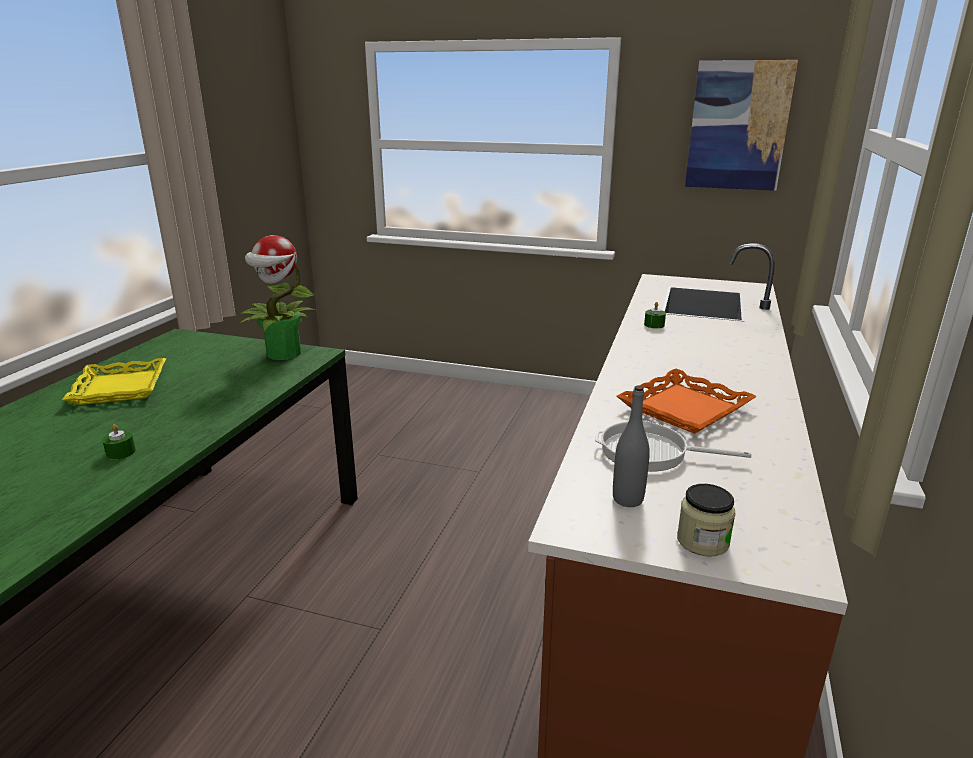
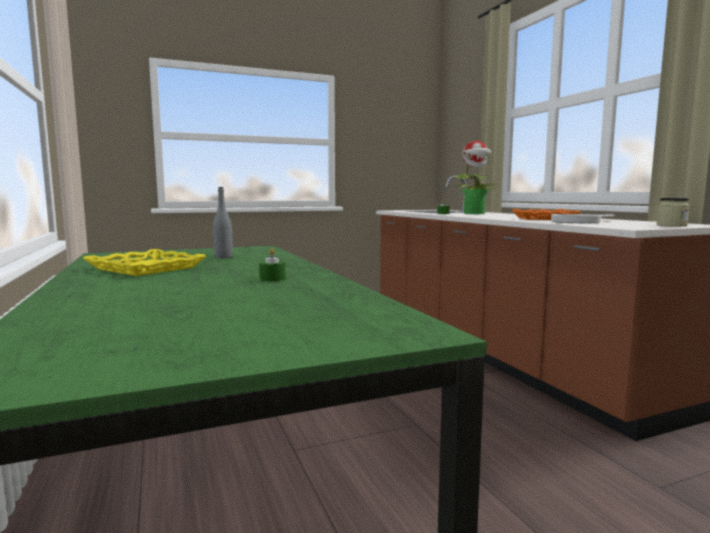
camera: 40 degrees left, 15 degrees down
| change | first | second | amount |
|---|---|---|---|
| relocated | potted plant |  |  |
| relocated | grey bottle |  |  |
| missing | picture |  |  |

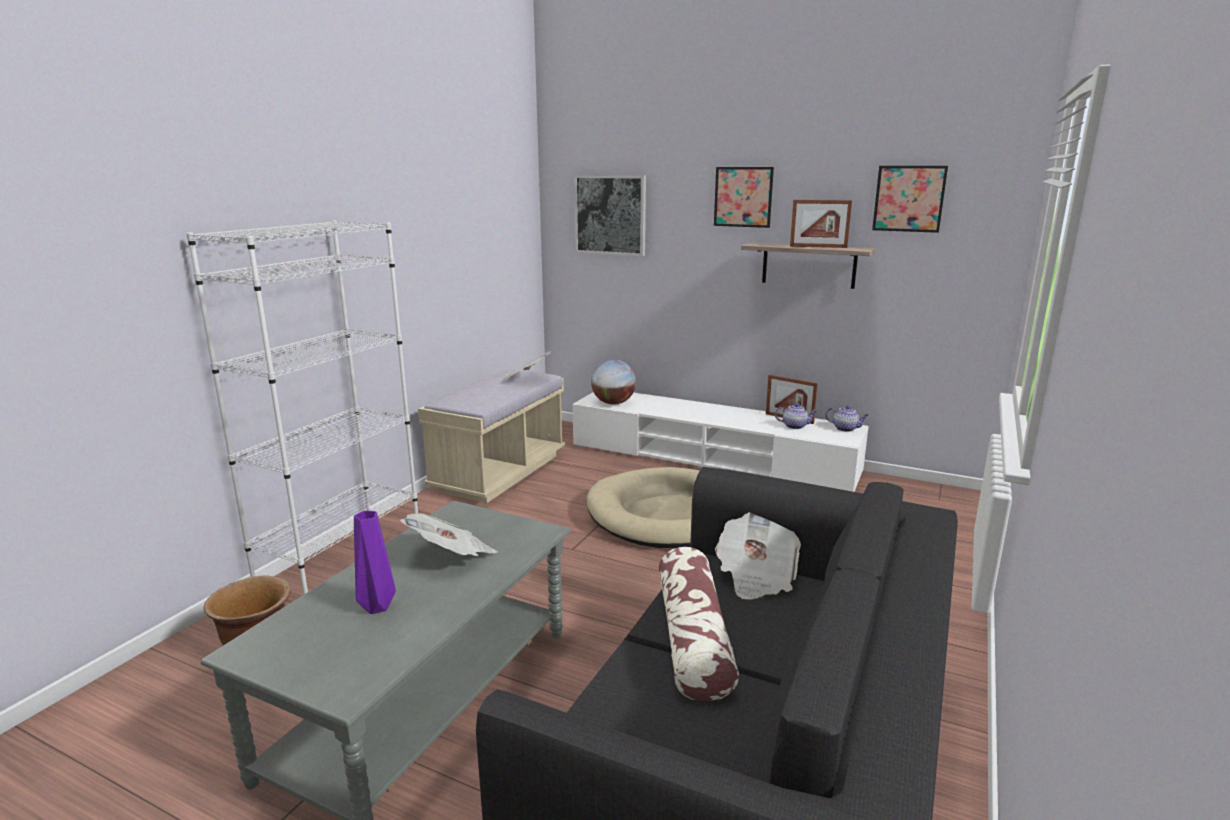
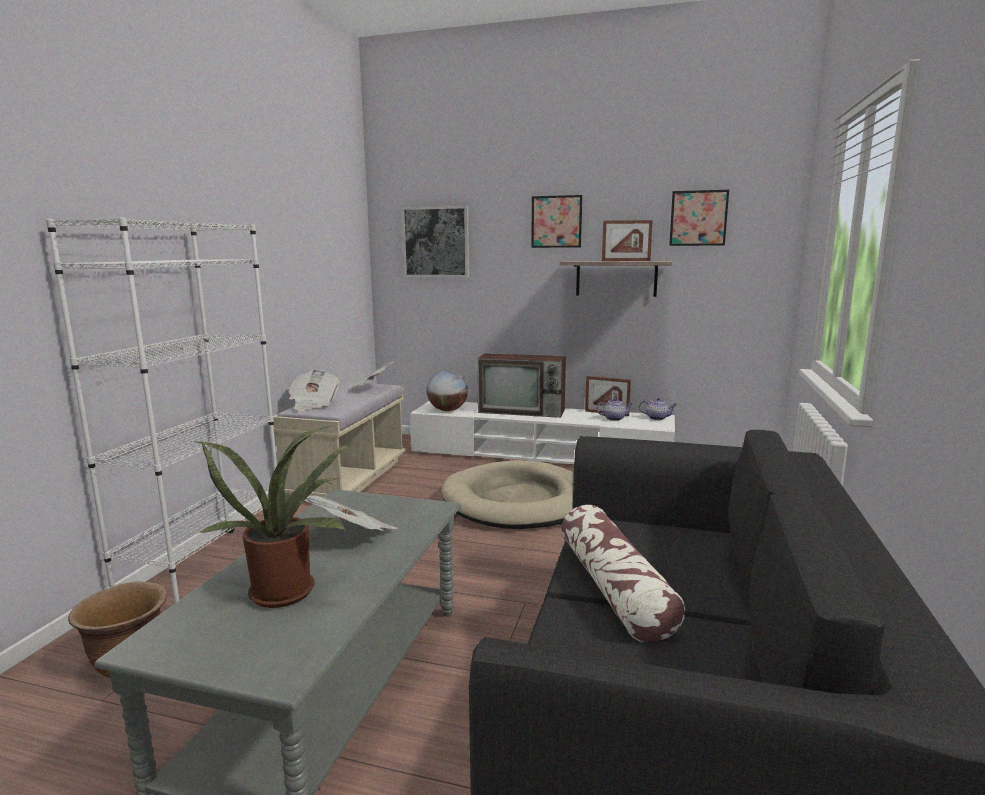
camera: 10 degrees left, 5 degrees down
| change | first | second | amount |
|---|---|---|---|
| exchanged | purple vase | potted plant |  |
| relocated | newspaper (no. 3 from left in the first image) | newspaper (no. 1 from left) |  |
| appeared |  | television |  |

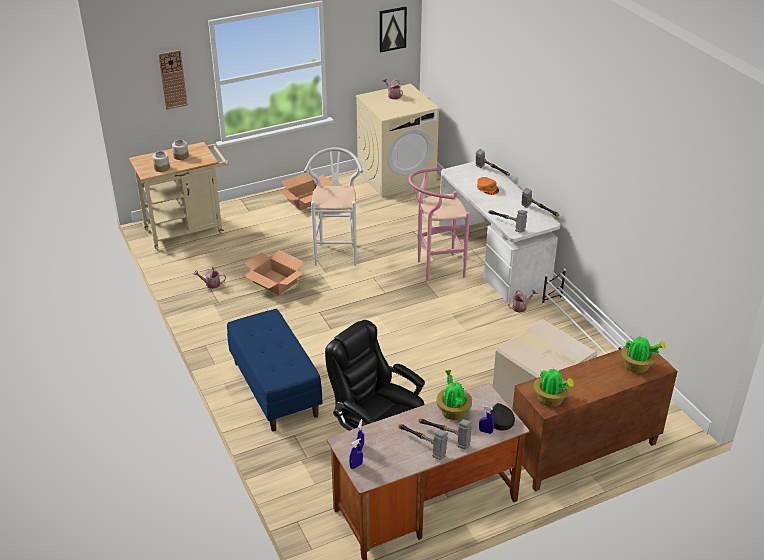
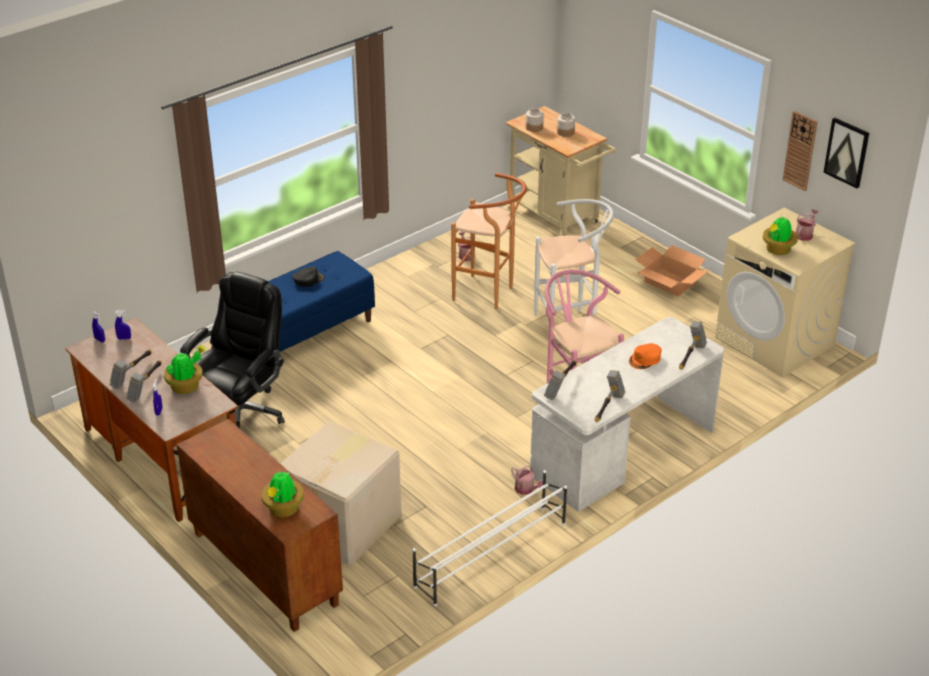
camera: 75 degrees right, 0 degrees up
| change | first | second | amount |
|---|---|---|---|
| relocated | wall clock |  |  |
| exchanged | cardboard box (no. 1 from left) | brown stool |  |
| relocated | black cap |  |  |
| relocated | potted plant (no. 2 from left in the first image) | potted plant (no. 3 from left) |  |

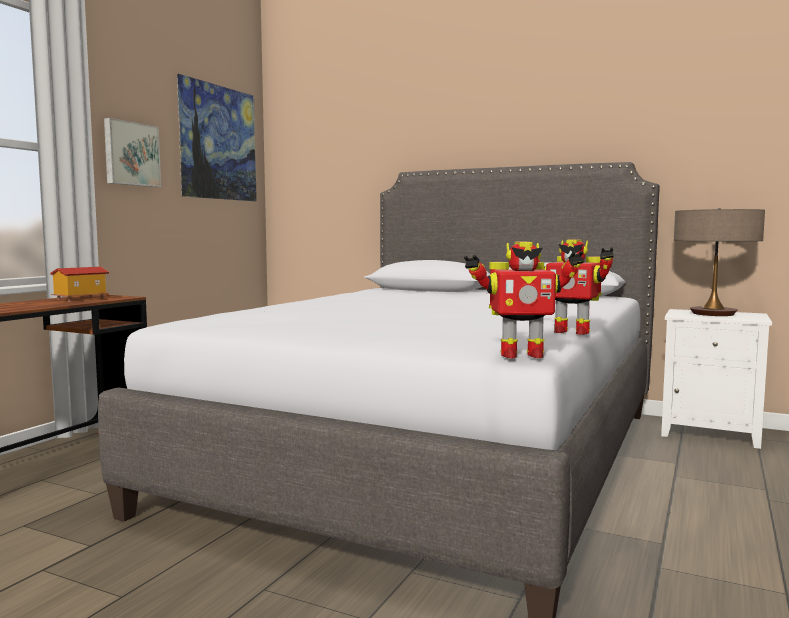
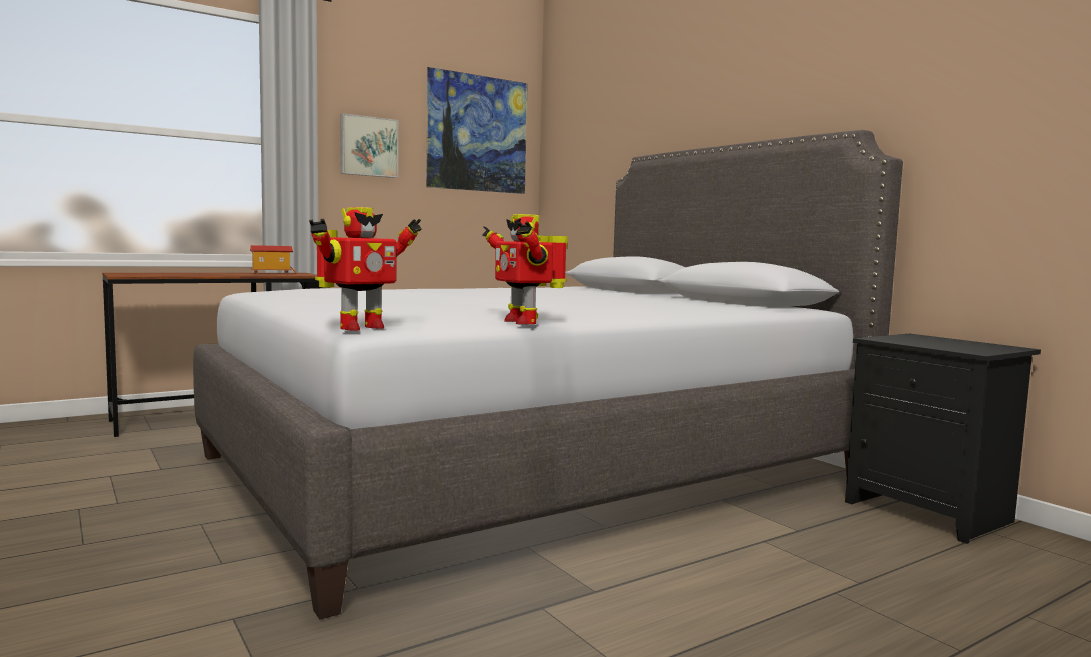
camera: 30 degrees right, 0 degrees up
| change | first | second | amount |
|---|---|---|---|
| spun | toy robot (no. 1 from left) |  | 75 degrees counterclockwise |
| colour | white nightstand | black nightstand |  |
| missing | table lamp |  |  |

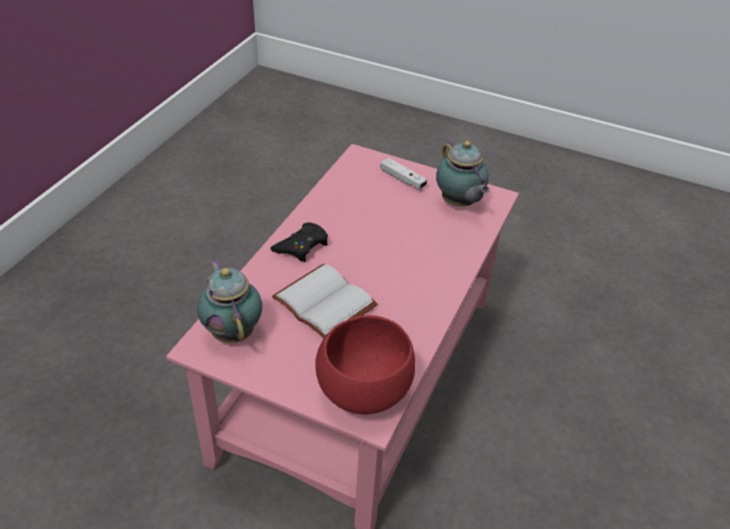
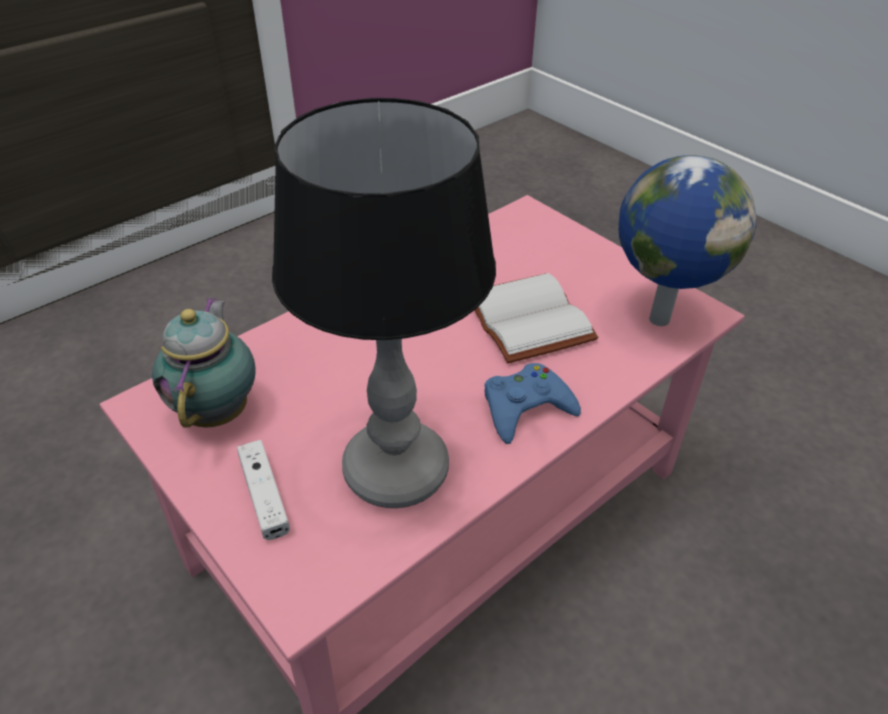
camera: 155 degrees left, 0 degrees up
| change | first | second | amount |
|---|---|---|---|
| exchanged | teapot (no. 1 from left) | globe |  |
| colour | black game controller | blue game controller |  |
| missing | red bowl |  |  |
| appeared |  | table lamp |  |

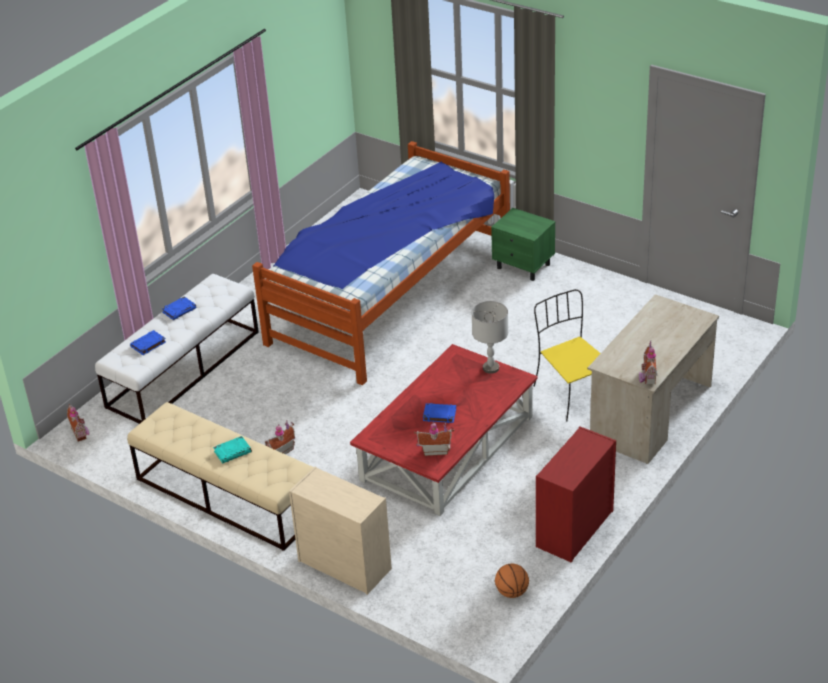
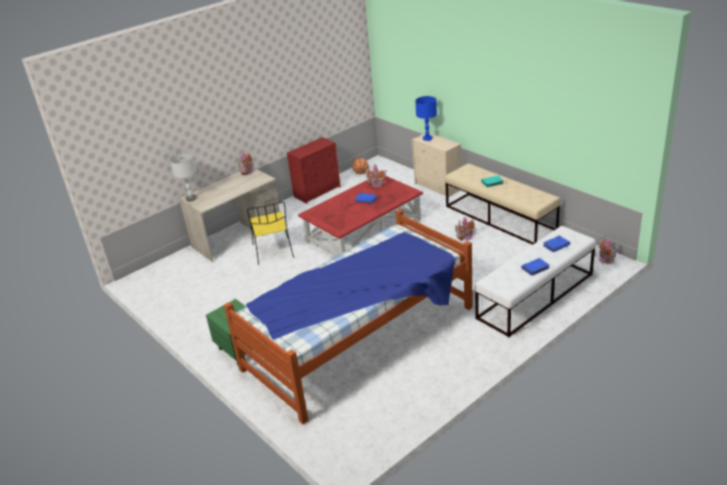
camera: 165 degrees left, 5 degrees down
| change | first | second | amount |
|---|---|---|---|
| relocated | grey table lamp |  |  |
| appeared |  | blue table lamp |  |

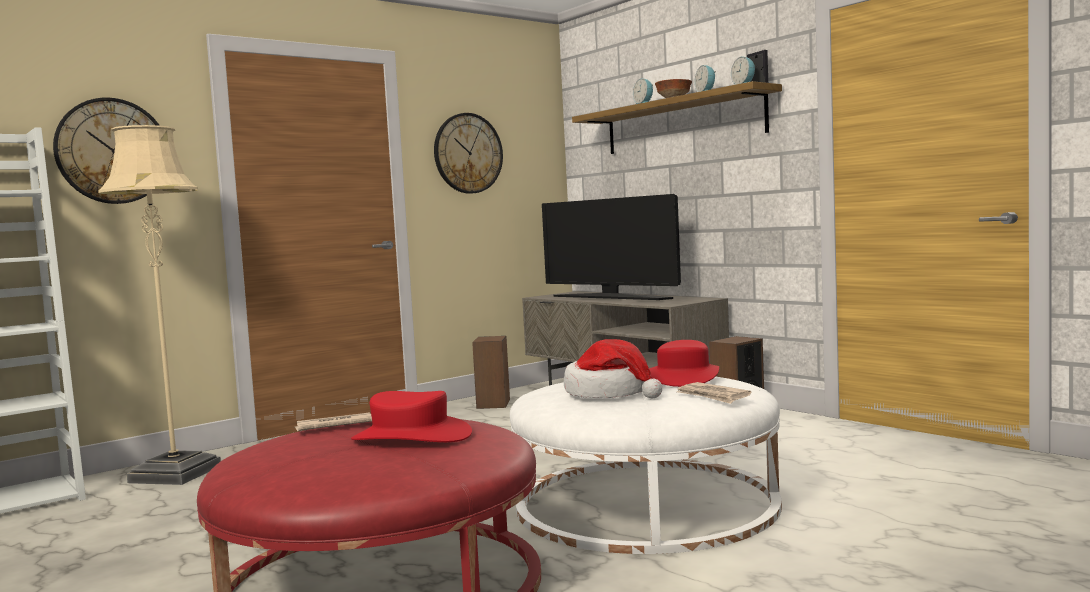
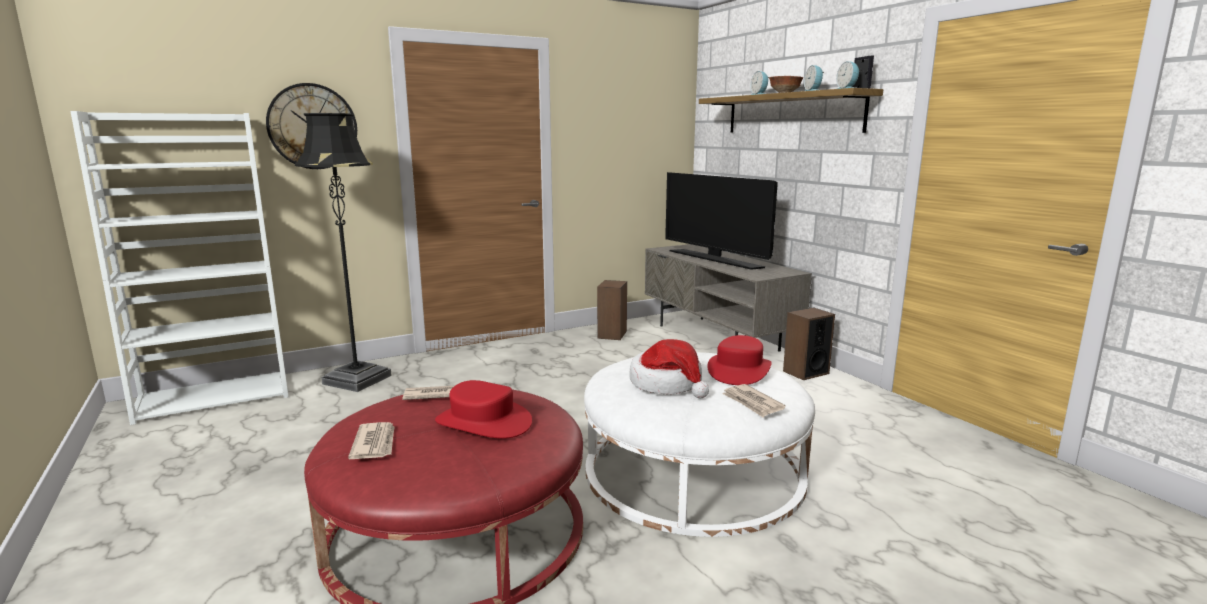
camera: 10 degrees right, 10 degrees up
| change | first | second | amount |
|---|---|---|---|
| colour | beige floor lamp | black floor lamp |  |
| missing | wall clock (no. 2 from left) |  |  |
| appeared |  | newspaper (no. 1 from left) |  |

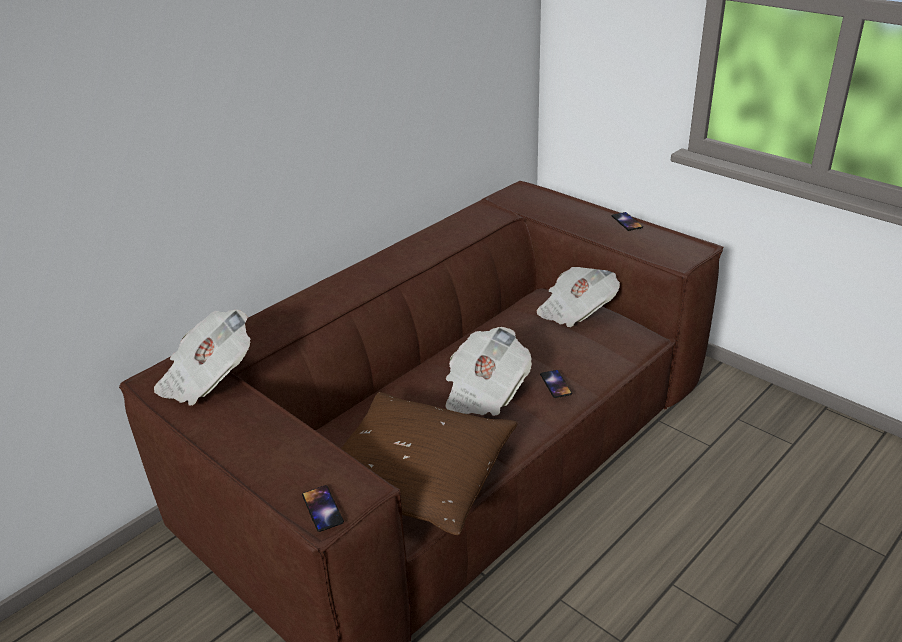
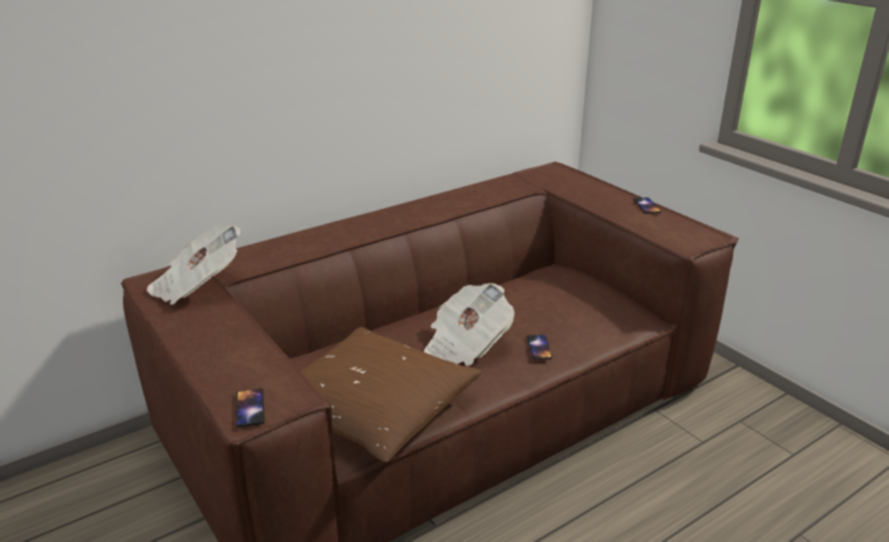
camera: 10 degrees right, 5 degrees down
| change | first | second | amount |
|---|---|---|---|
| missing | newspaper (no. 3 from left) |  |  |

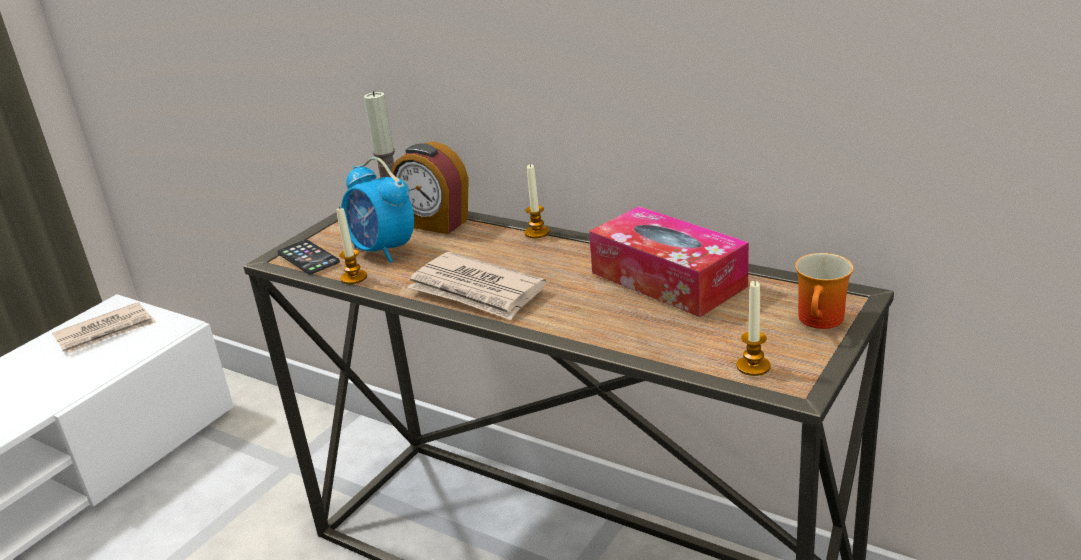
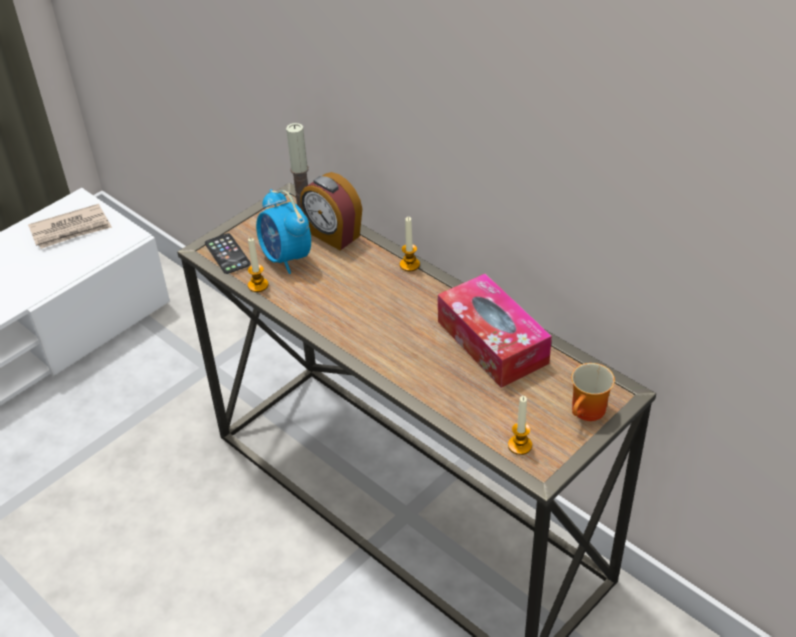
camera: 10 degrees right, 15 degrees up
| change | first | second | amount |
|---|---|---|---|
| missing | newspaper (no. 2 from left) |  |  |

